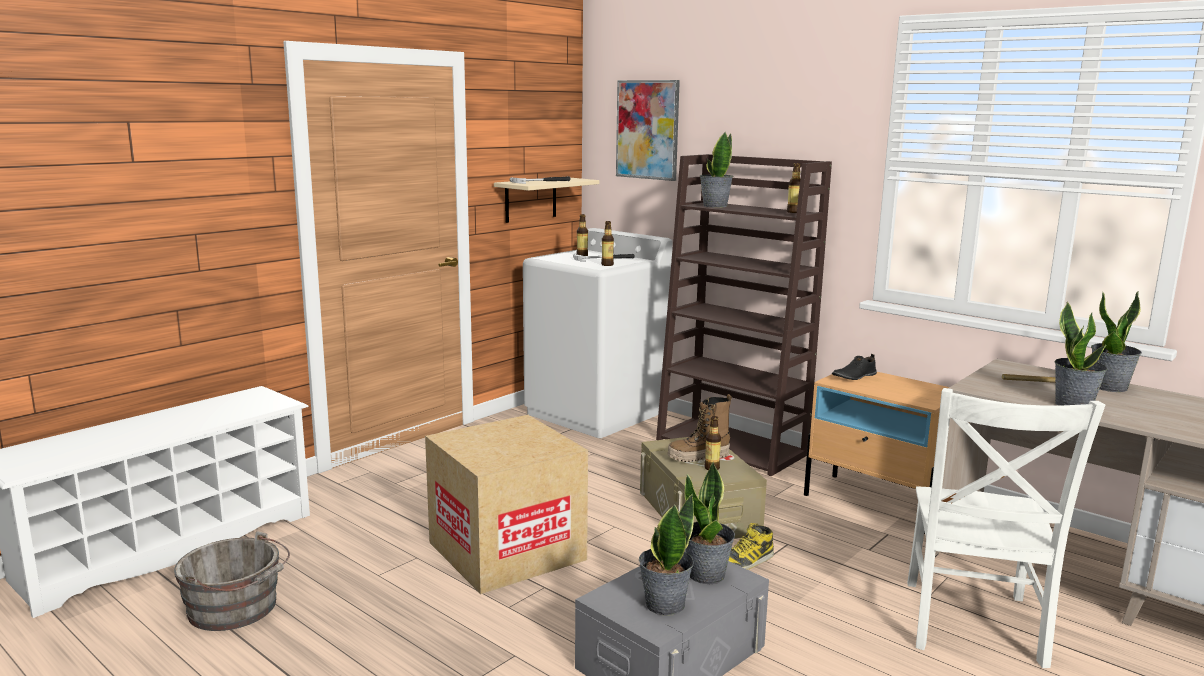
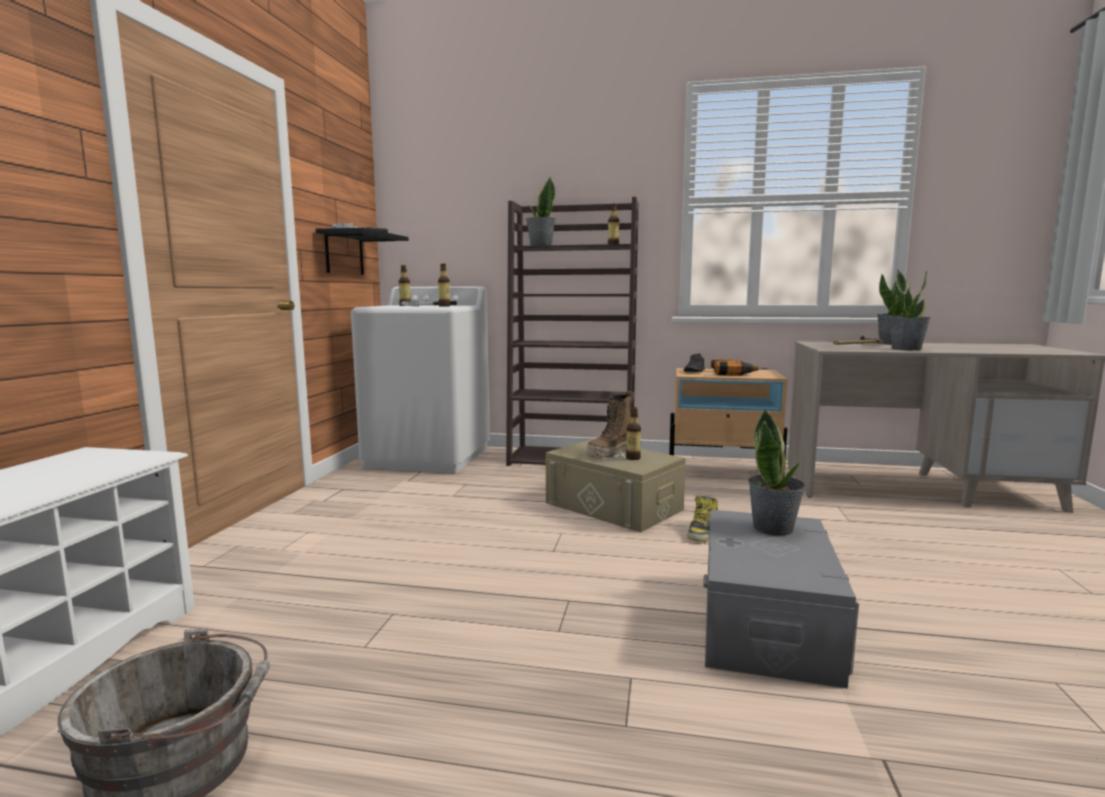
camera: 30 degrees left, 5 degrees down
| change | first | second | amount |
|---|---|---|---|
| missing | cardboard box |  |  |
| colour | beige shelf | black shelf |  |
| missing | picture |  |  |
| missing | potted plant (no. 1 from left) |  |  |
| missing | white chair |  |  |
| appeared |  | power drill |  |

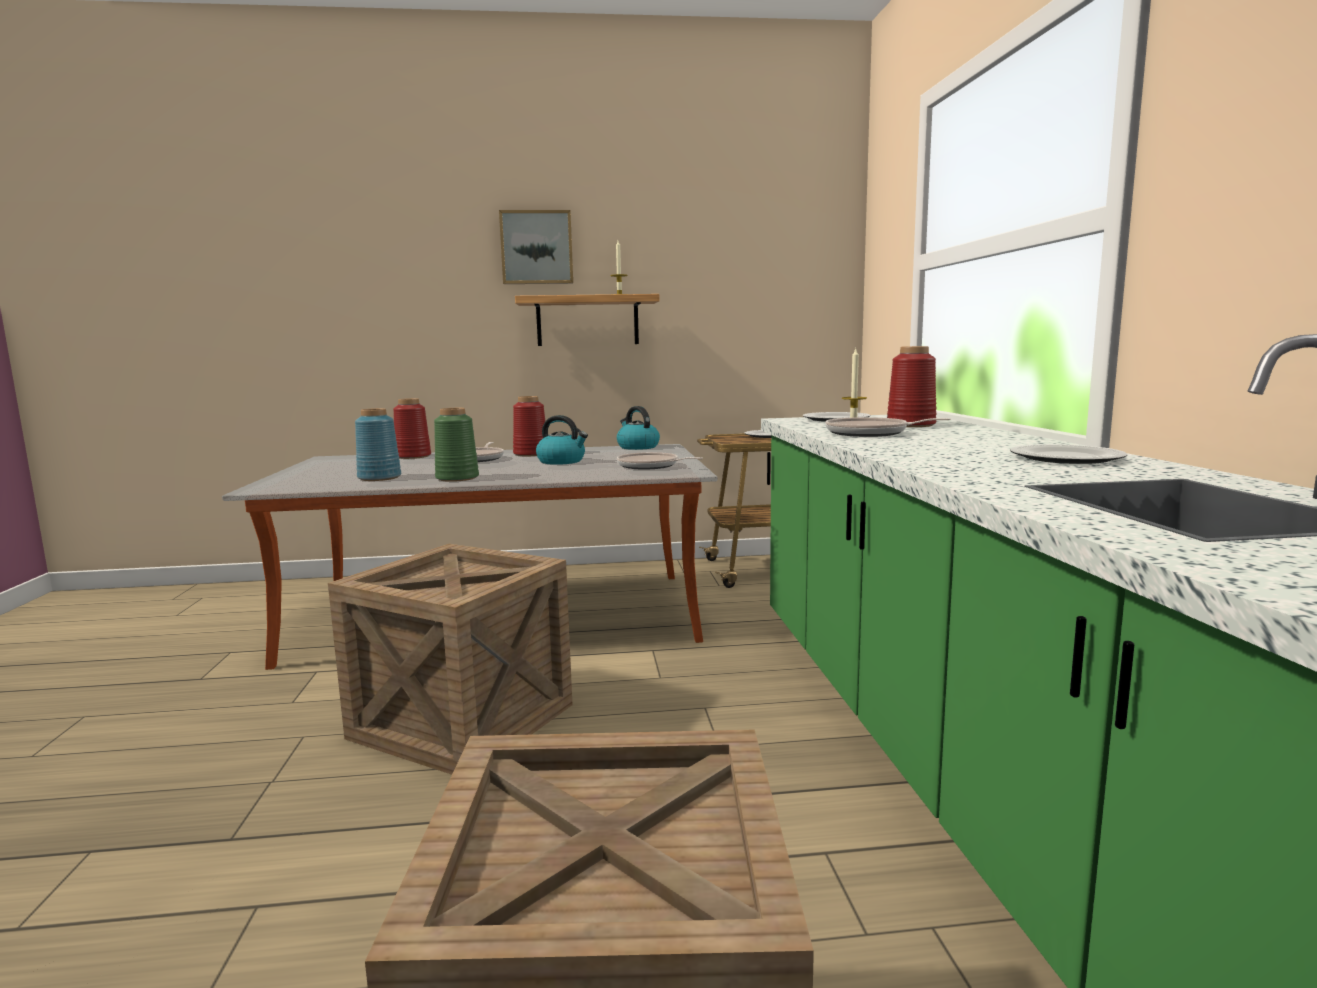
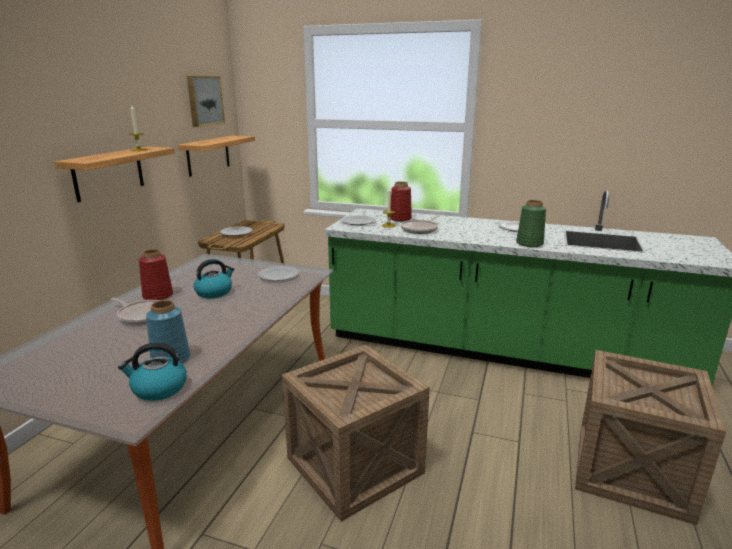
camera: 65 degrees left, 10 degrees up
| change | first | second | amount |
|---|---|---|---|
| missing | red vase (no. 1 from left) |  |  |
| relocated | green vase |  |  |
| relocated | picture |  |  |
| relocated | kettle (no. 2 from left in the first image) | kettle (no. 1 from left) |  |
| exchanged | frying pan (no. 2 from left) | plate (no. 2 from left) |  |
| appeared |  | shelf (no. 2 from left) |  |

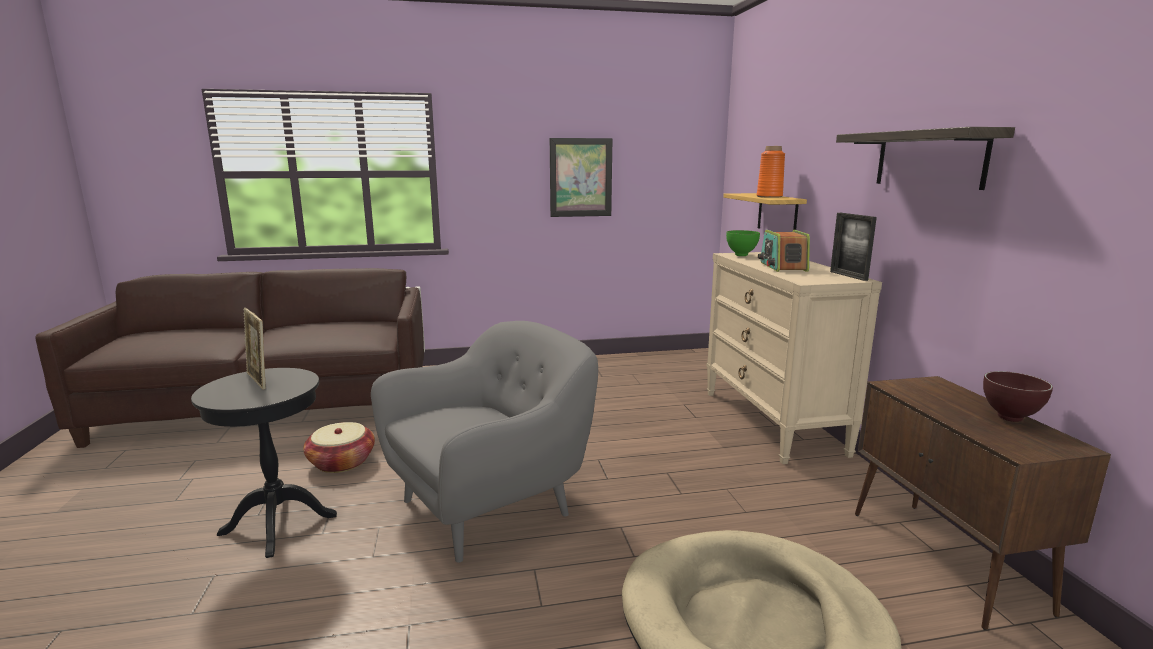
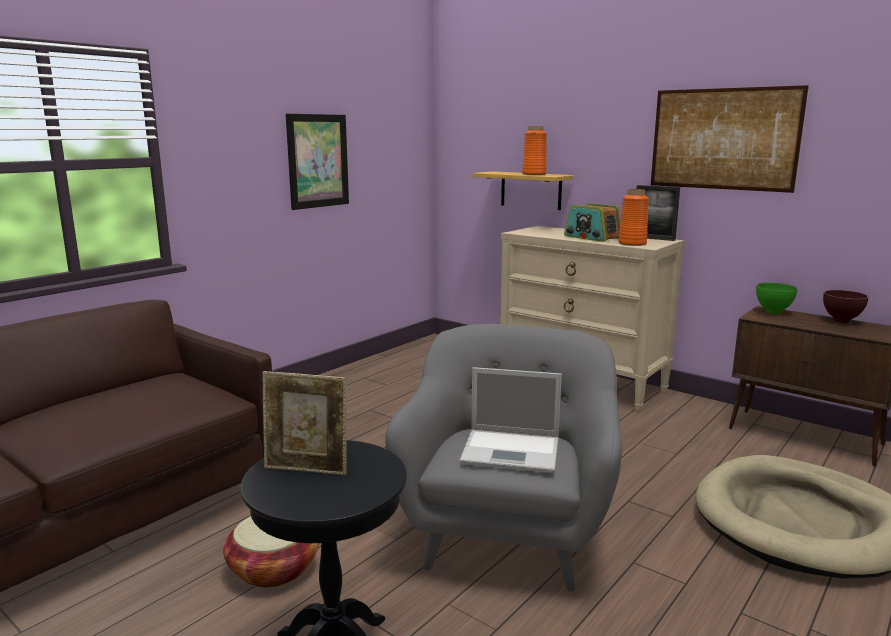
camera: 40 degrees left, 0 degrees up
| change | first | second | amount |
|---|---|---|---|
| relocated | green bowl |  |  |
| exchanged | shelf (no. 2 from left) | picture (no. 2 from left) |  |
| appeared |  | laptop |  |
| appeared |  | orange vase (no. 2 from left) |  |

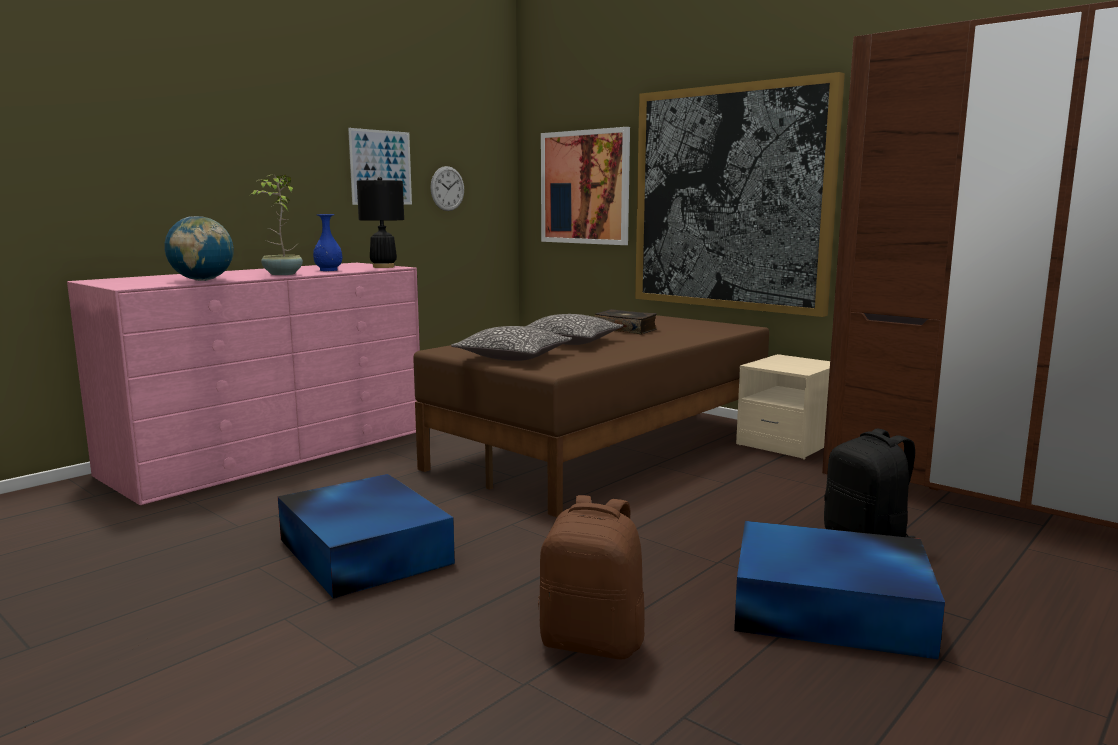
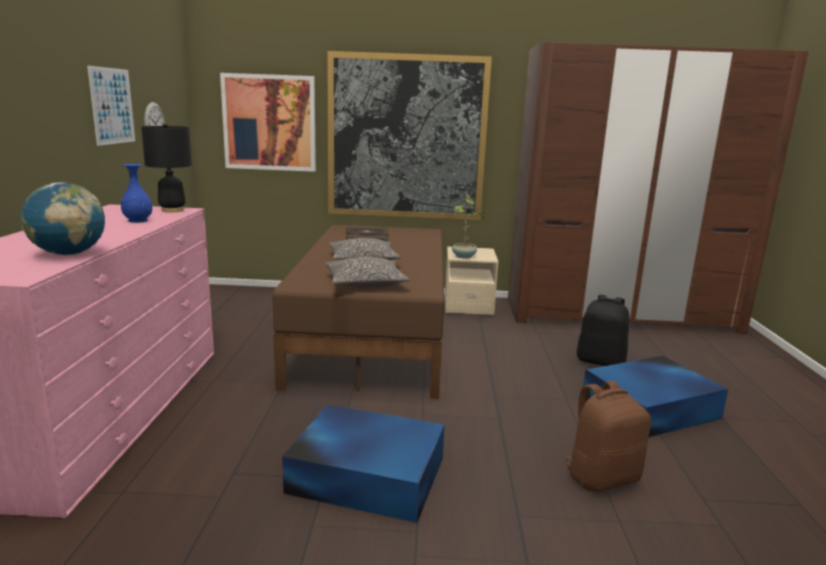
camera: 40 degrees left, 5 degrees up
| change | first | second | amount |
|---|---|---|---|
| relocated | potted plant |  |  |

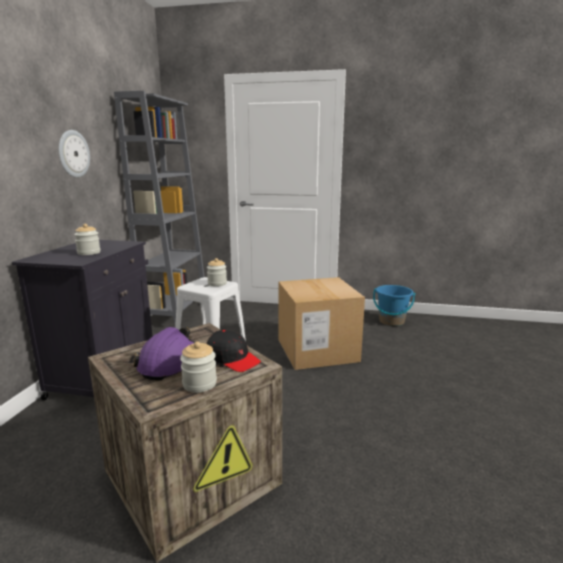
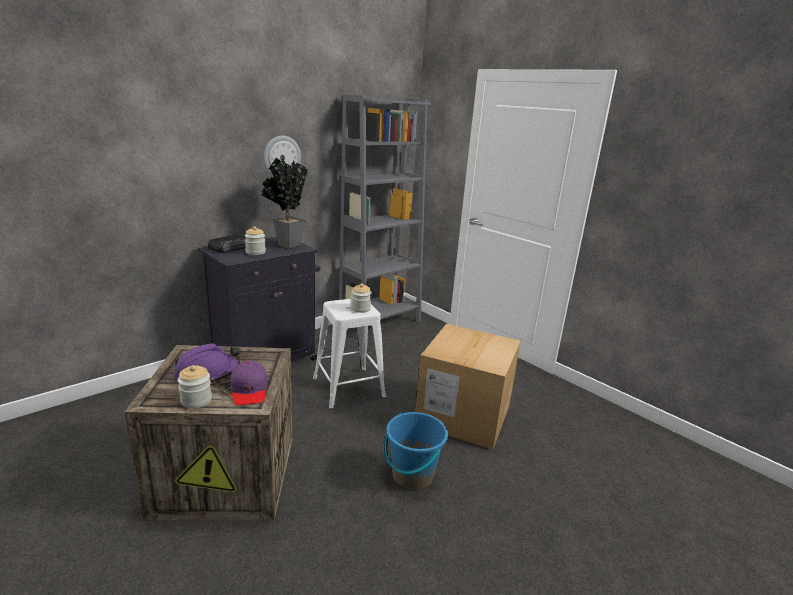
camera: 35 degrees right, 5 degrees up
| change | first | second | amount |
|---|---|---|---|
| colour | black cap | purple cap |  |
| relocated | blue bucket |  |  |
| appeared |  | radio |  |
| appeared |  | potted plant |  |

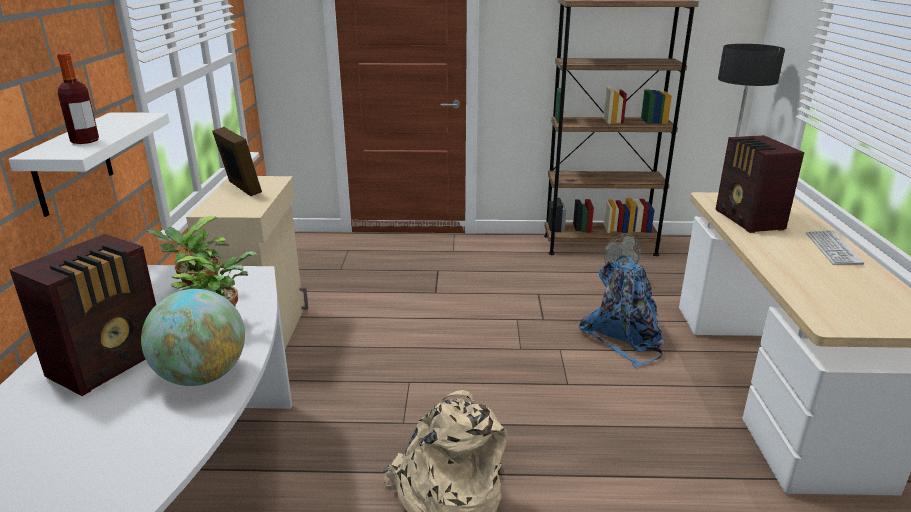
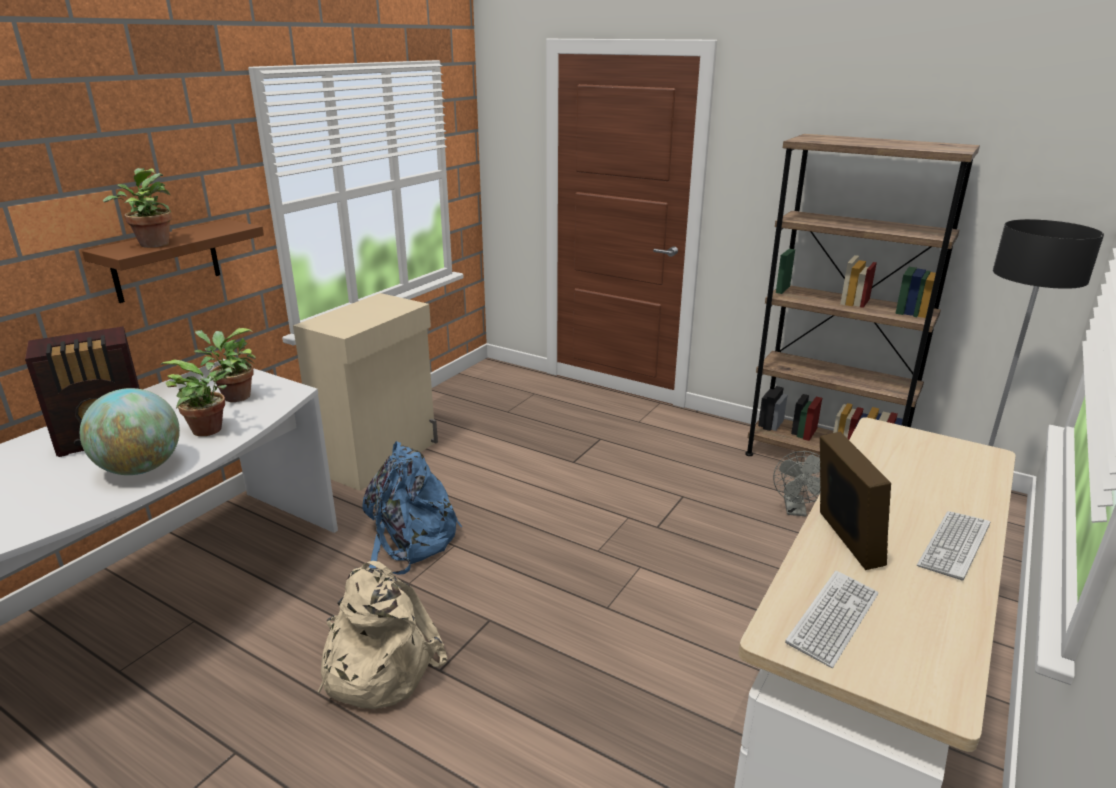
camera: 30 degrees right, 0 degrees up
| change | first | second | amount |
|---|---|---|---|
| colour | white shelf | brown shelf |  |
| exchanged | bottle | potted plant (no. 1 from left) |  |
| relocated | picture frame |  |  |
| relocated | blue backpack |  |  |
| missing | radio (no. 2 from left) |  |  |
| appeared |  | keyboard (no. 1 from left) |  |

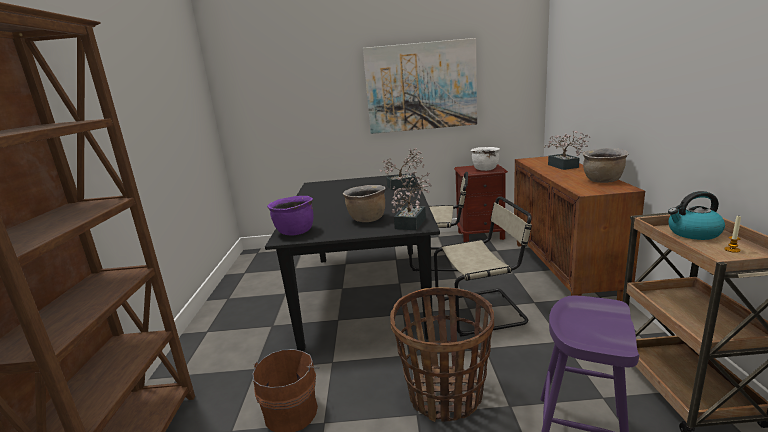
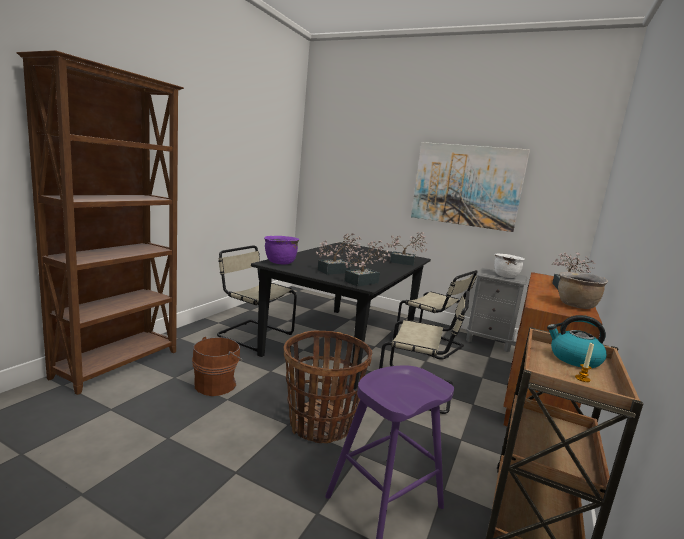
camera: 25 degrees right, 5 degrees down
| change | first | second | amount |
|---|---|---|---|
| exchanged | brown cooking pot (no. 1 from left) | potted plant (no. 1 from left) |  |
| colour | brown nightstand | grey nightstand |  |
| appeared |  | beige chair (no. 1 from left) |  |

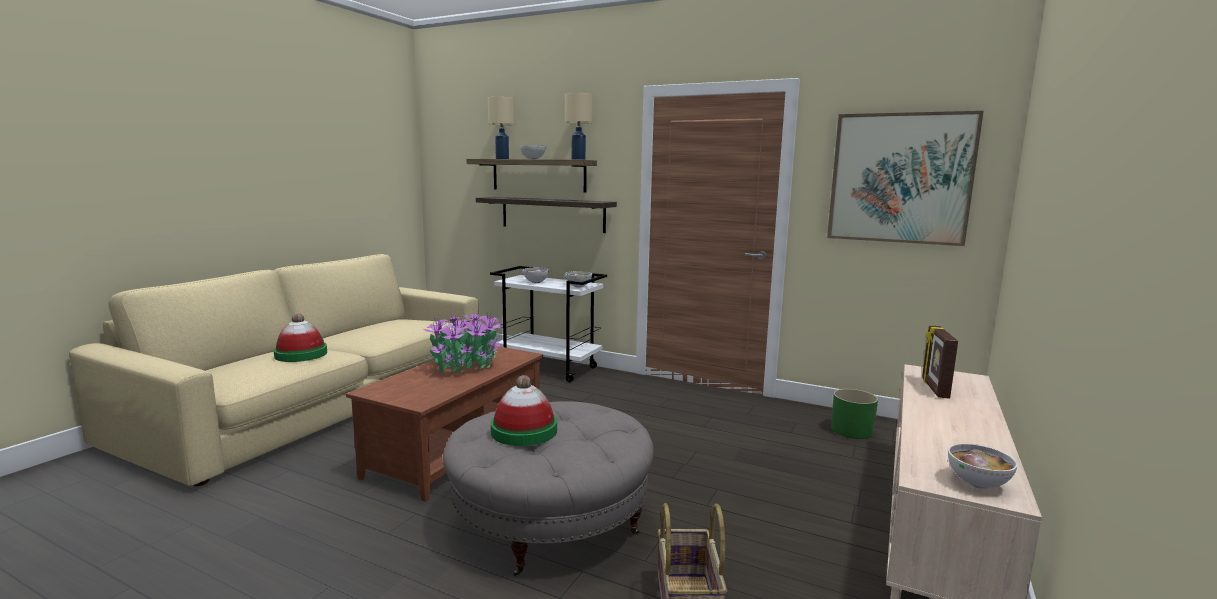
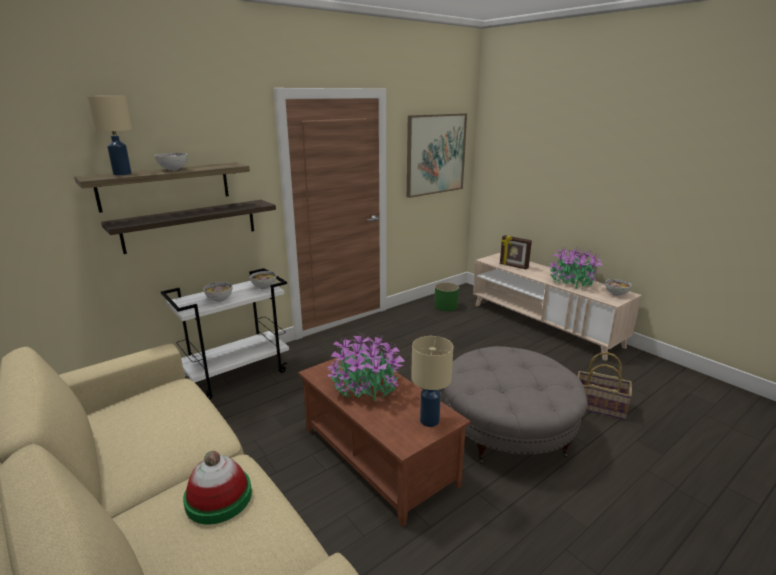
camera: 65 degrees left, 10 degrees up
| change | first | second | amount |
|---|---|---|---|
| missing | hat (no. 2 from left) |  |  |
| relocated | beige table lamp (no. 2 from left) |  |  |
| appeared |  | potted plant (no. 2 from left) |  |

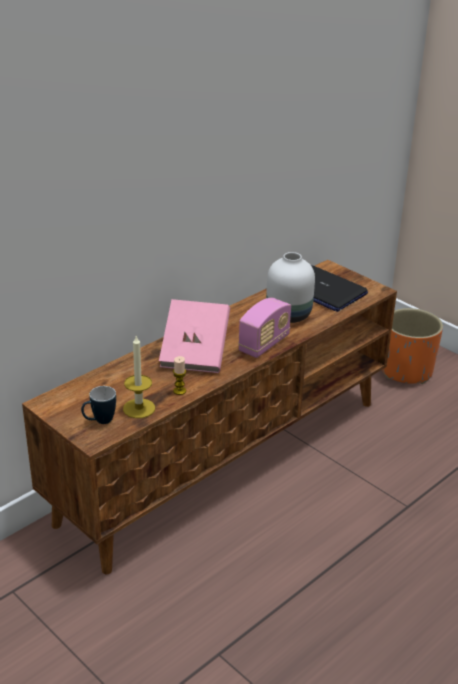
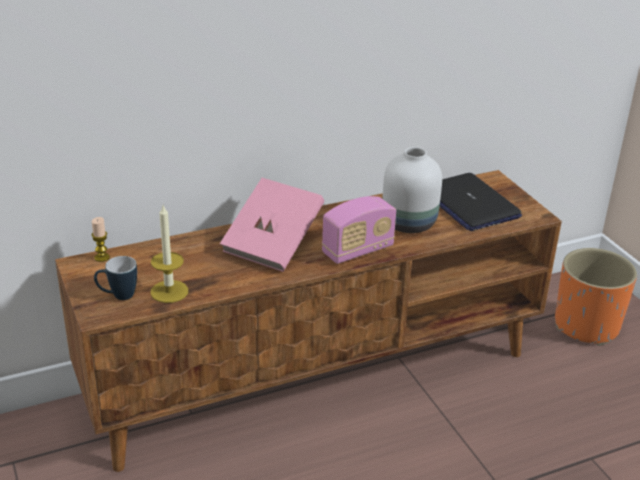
camera: 20 degrees right, 0 degrees up
| change | first | second | amount |
|---|---|---|---|
| relocated | candle (no. 2 from left in the first image) | candle (no. 1 from left) |  |

